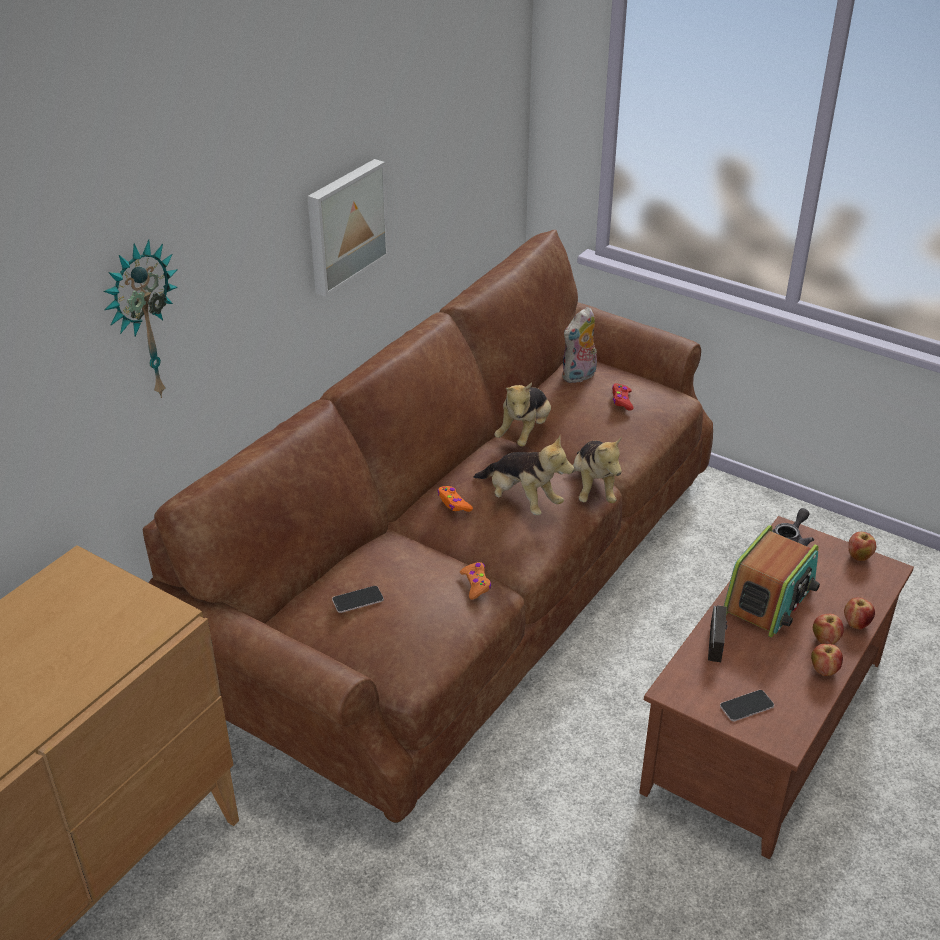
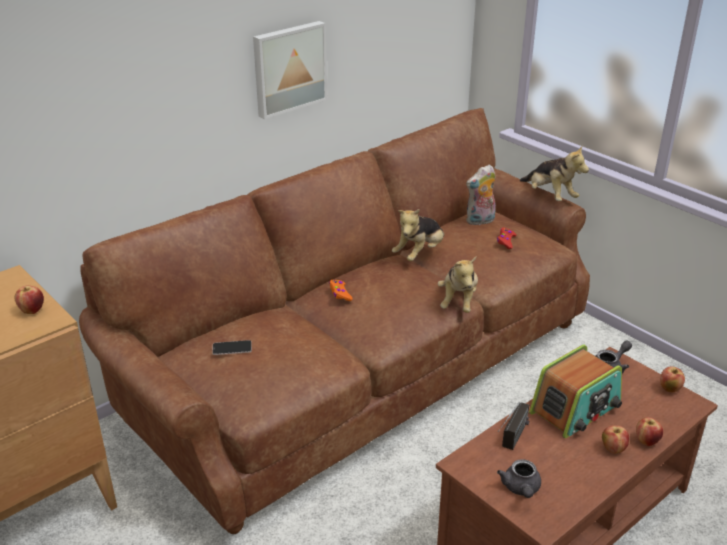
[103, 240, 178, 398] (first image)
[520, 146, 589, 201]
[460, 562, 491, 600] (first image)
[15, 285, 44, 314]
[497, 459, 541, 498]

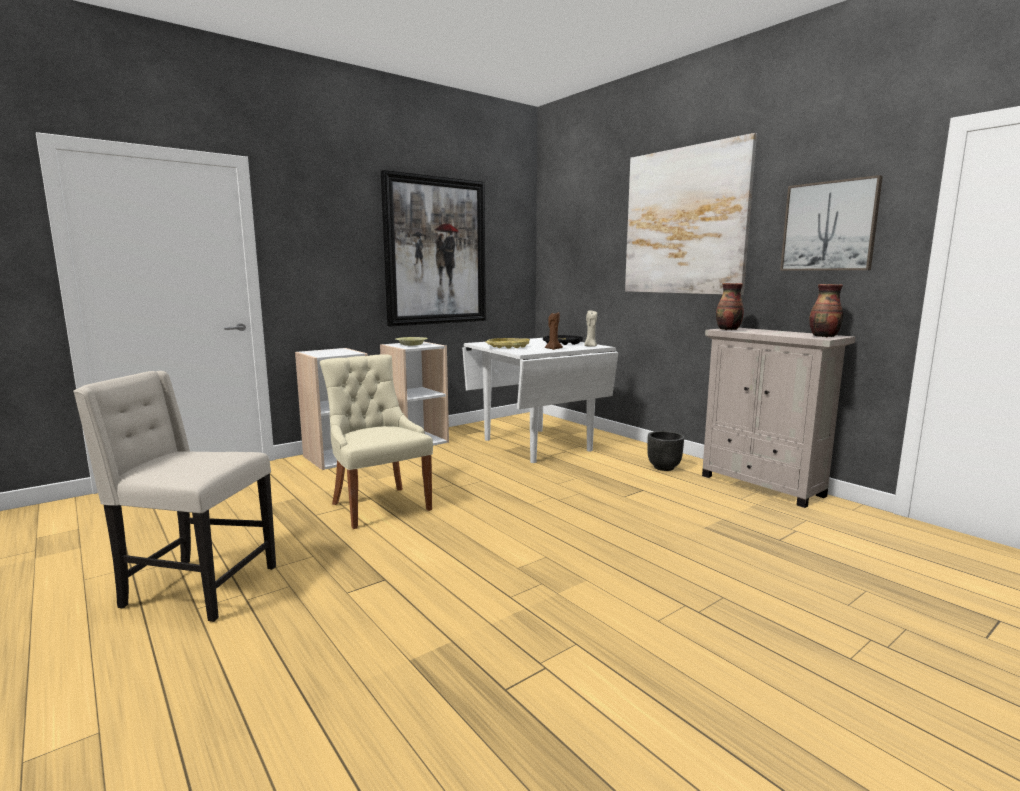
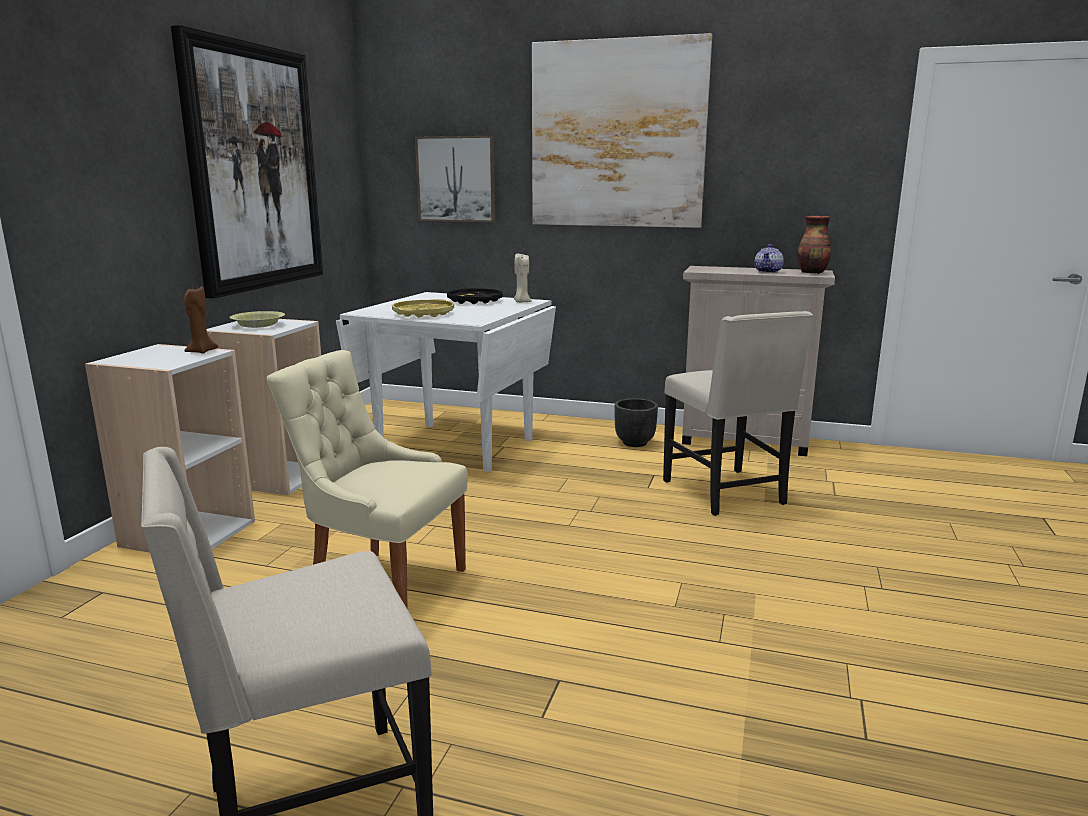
[415, 136, 495, 222]
[716, 283, 744, 330] (first image)
[184, 286, 218, 354]
[754, 244, 784, 273]
[663, 311, 813, 516]

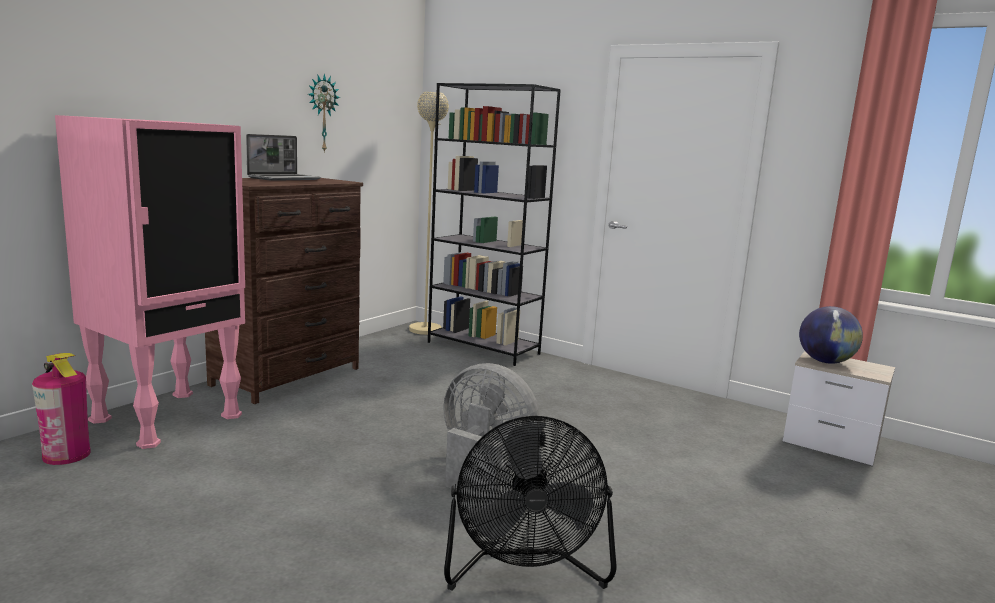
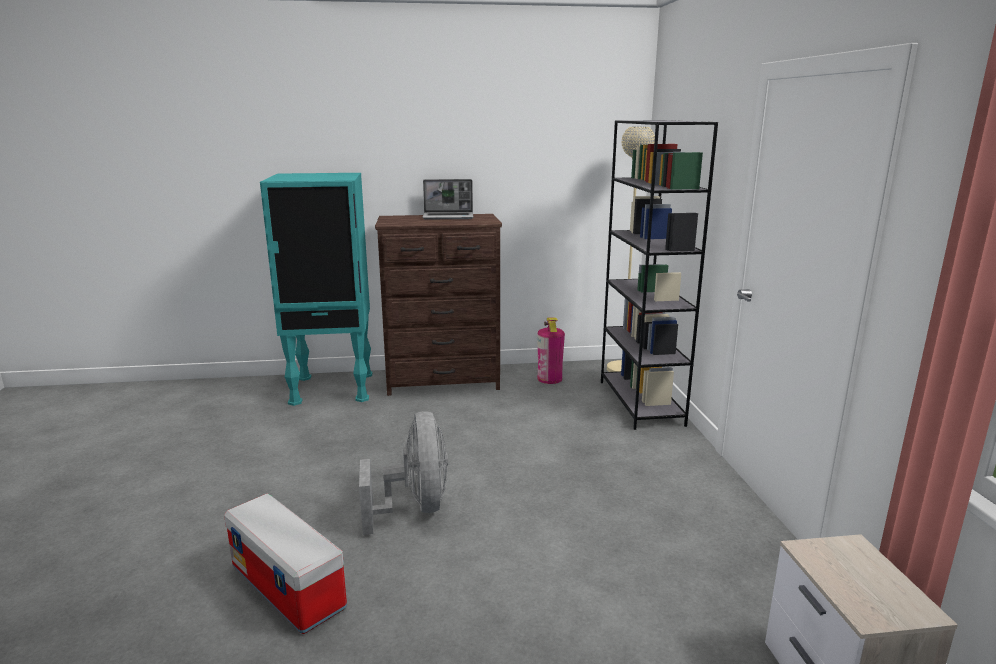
[308, 73, 340, 153] (first image)
[260, 173, 372, 406]
[799, 306, 863, 364] (first image)
[537, 317, 565, 384]
[224, 494, 347, 634]

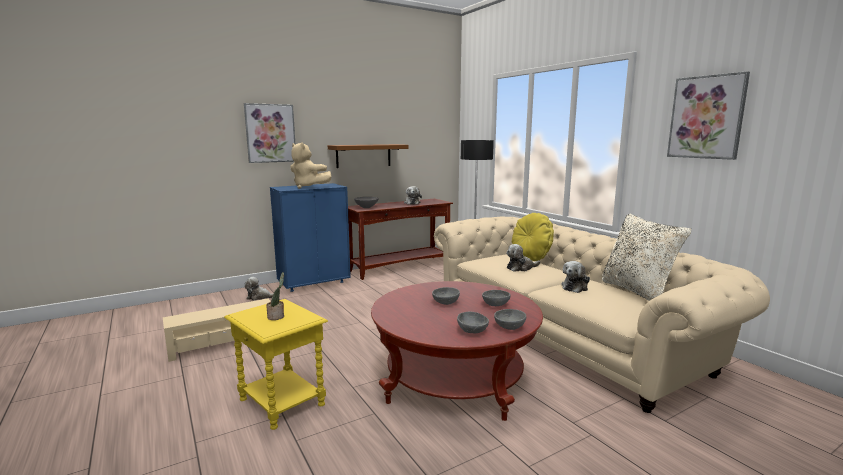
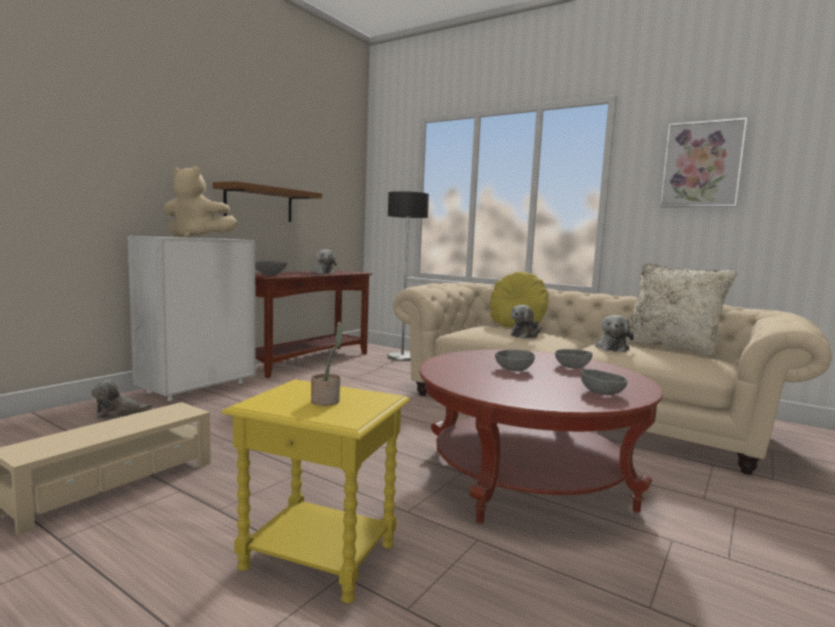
[244, 103, 295, 163] (first image)
[127, 236, 256, 401]
[494, 309, 526, 330] (first image)

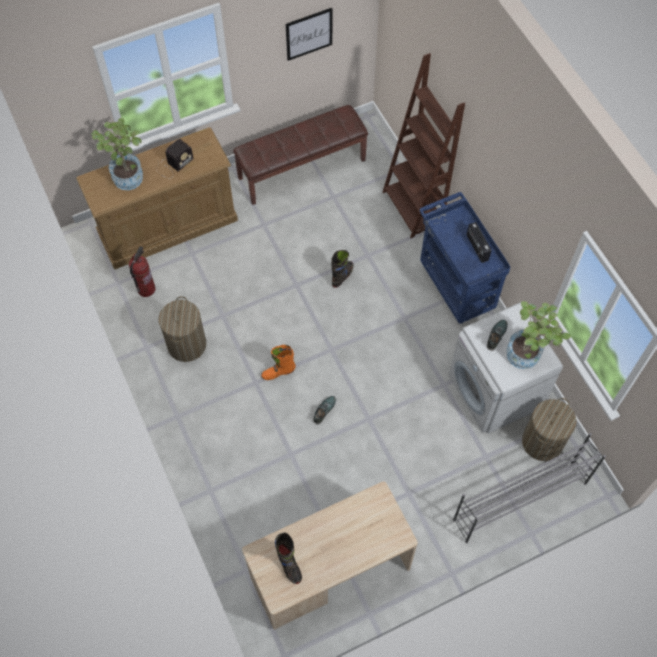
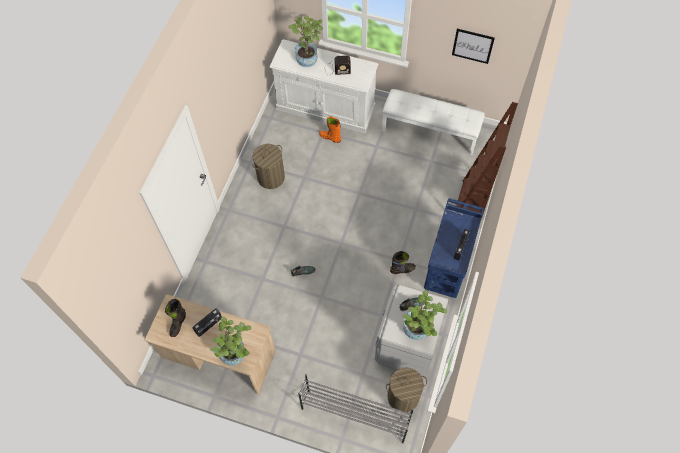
[382, 89, 485, 155]
[269, 39, 378, 133]
[129, 246, 155, 297] (first image)
[390, 251, 416, 274]
[319, 116, 341, 143]
[193, 308, 222, 337]
[210, 317, 252, 366]

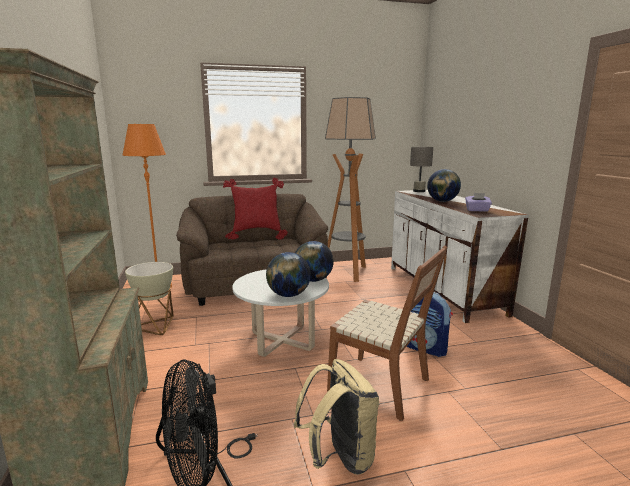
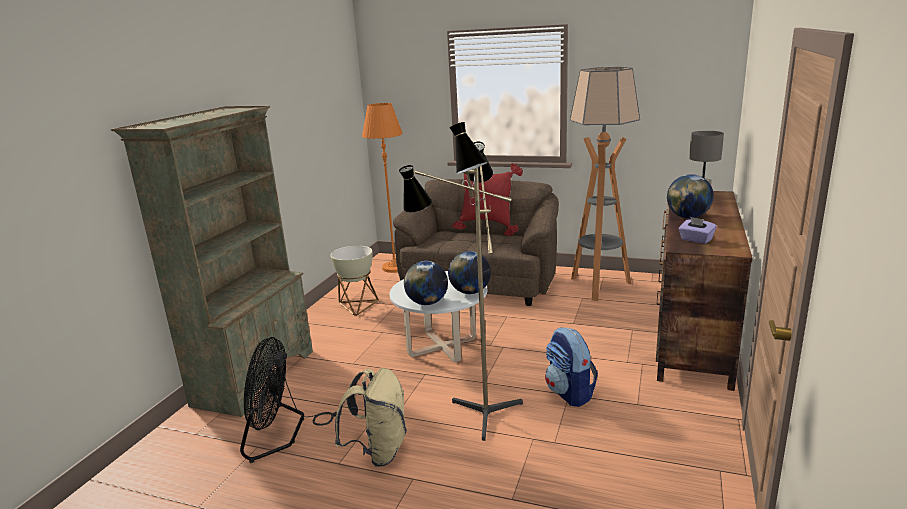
[656, 191, 753, 391]
[399, 122, 523, 441]

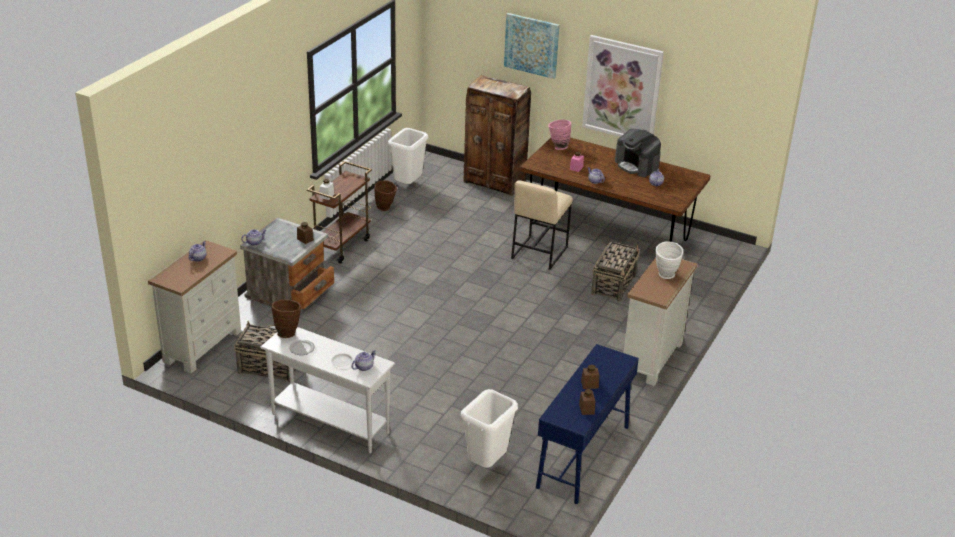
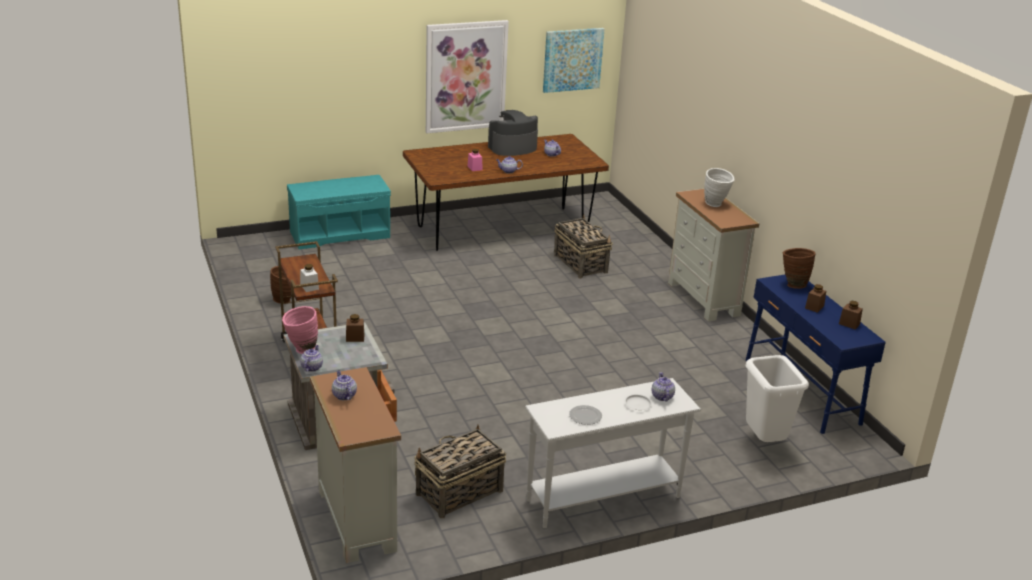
[543, 28, 604, 93]
[287, 175, 391, 250]
[282, 306, 318, 354]
[388, 128, 428, 184] (first image)
[488, 110, 538, 156]
[511, 180, 573, 270] (first image)
[783, 248, 816, 289]

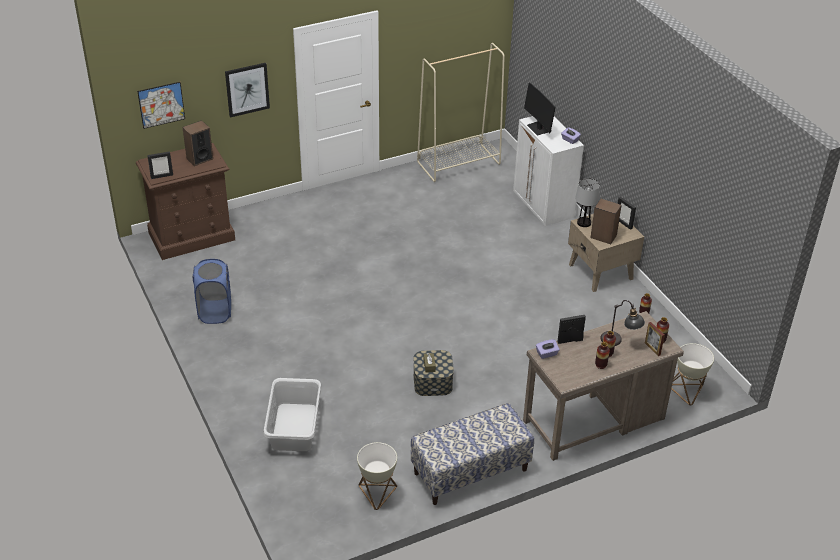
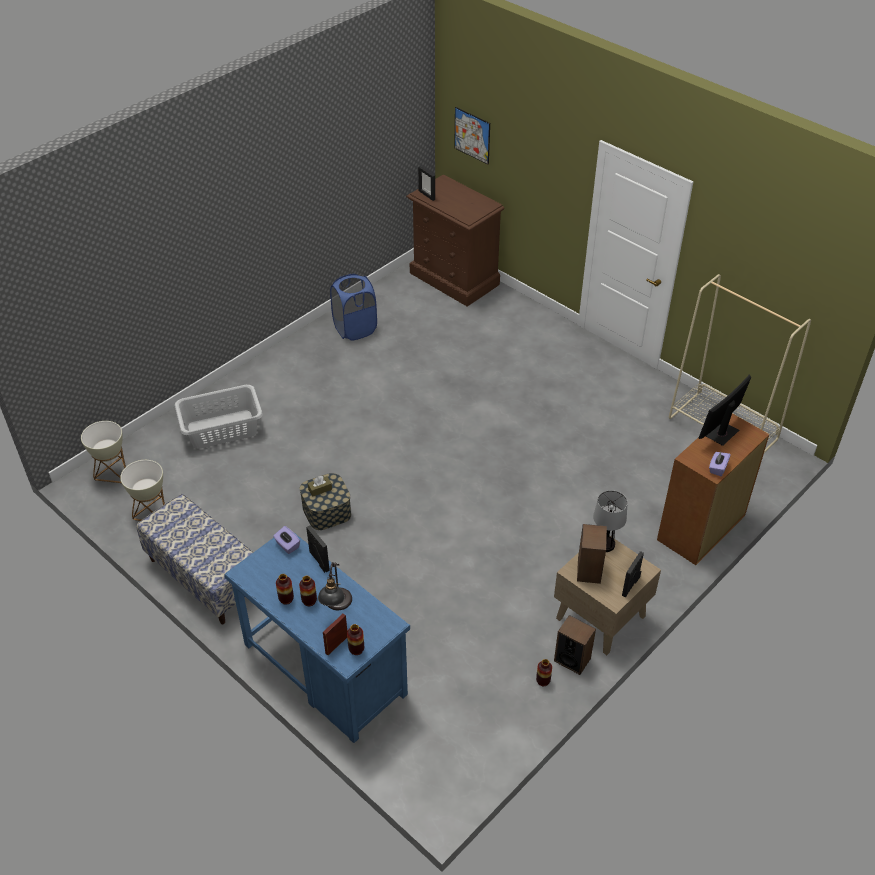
[225, 63, 270, 118] (first image)
[657, 414, 770, 565]
[554, 615, 596, 675]
[225, 531, 410, 743]
[81, 421, 126, 483]

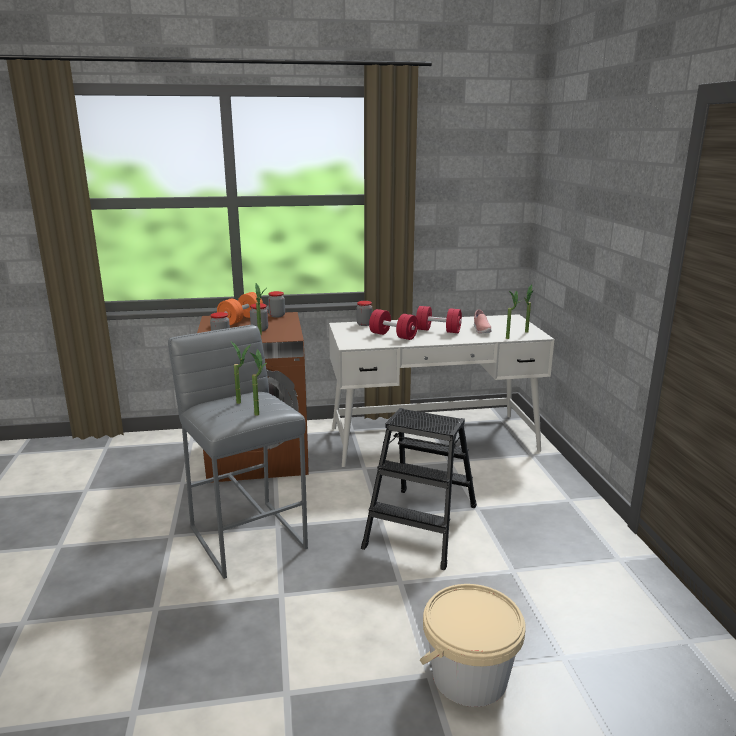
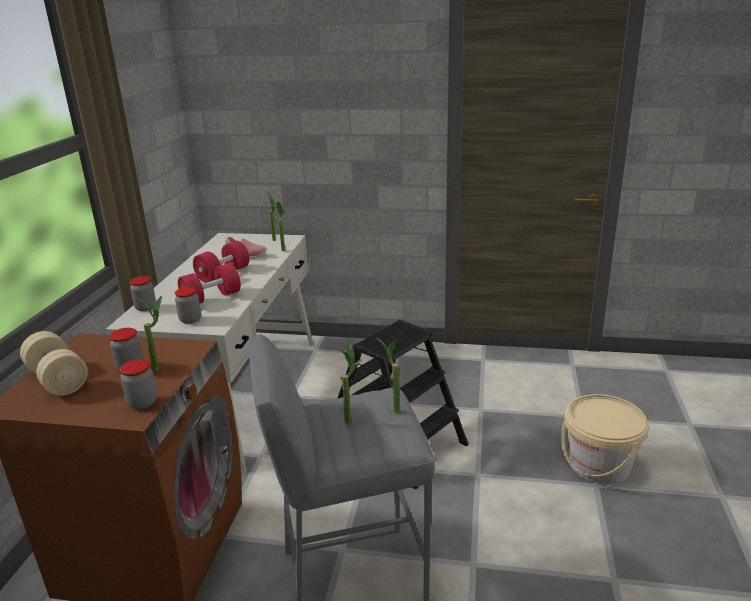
[175, 287, 201, 324]
[20, 331, 88, 396]

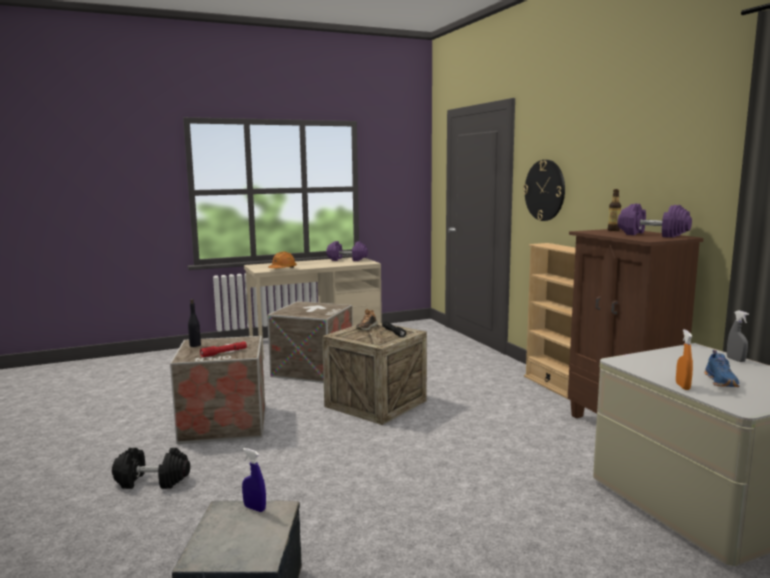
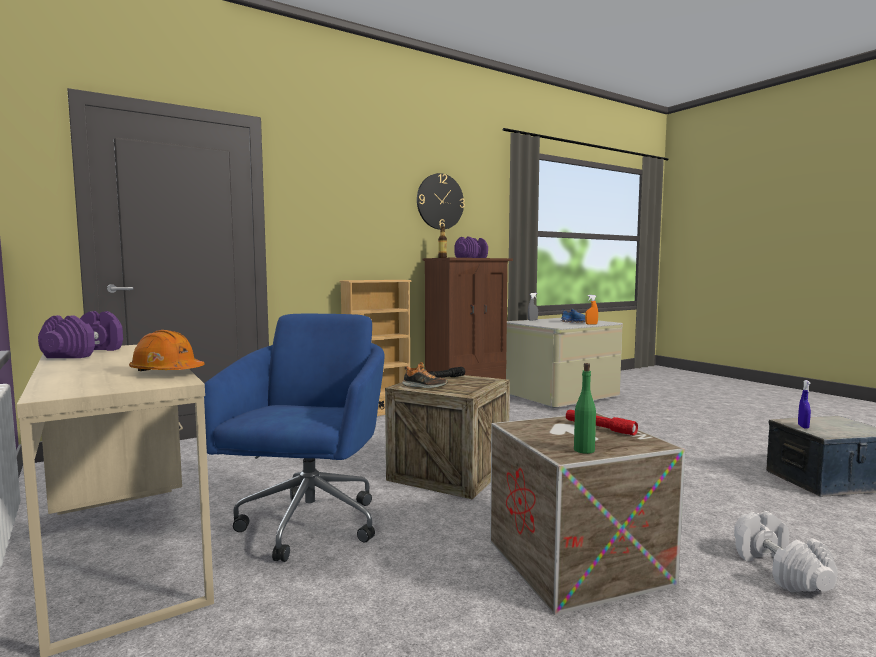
[417, 173, 465, 230]
[574, 363, 596, 454]
[204, 314, 384, 562]
[734, 511, 838, 592]

